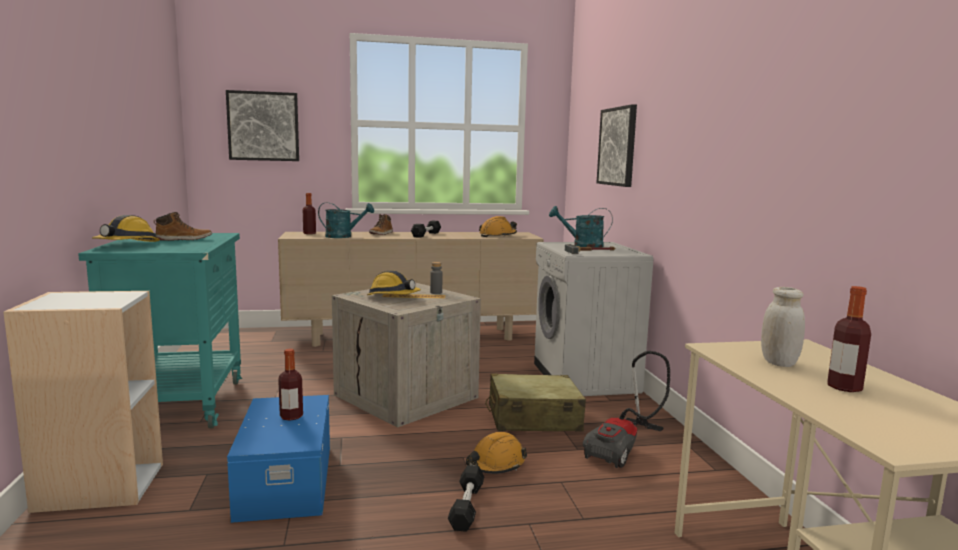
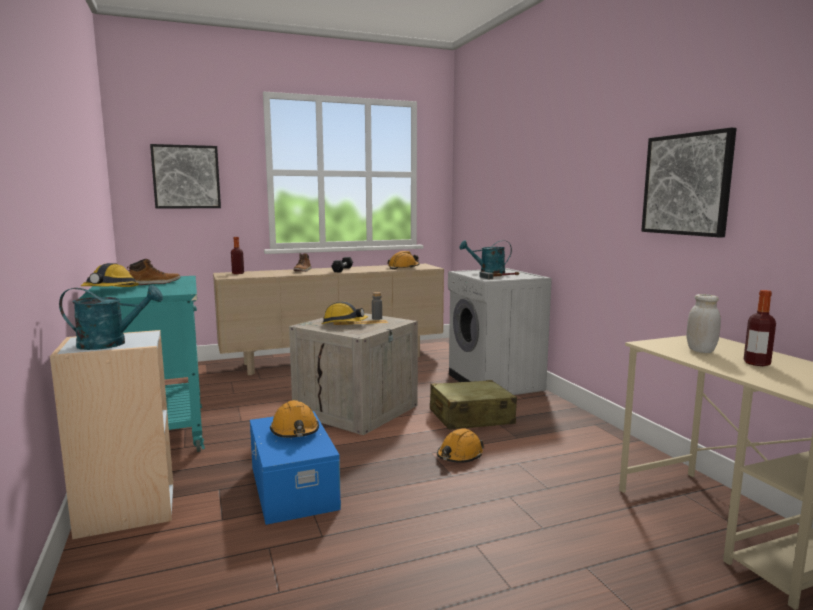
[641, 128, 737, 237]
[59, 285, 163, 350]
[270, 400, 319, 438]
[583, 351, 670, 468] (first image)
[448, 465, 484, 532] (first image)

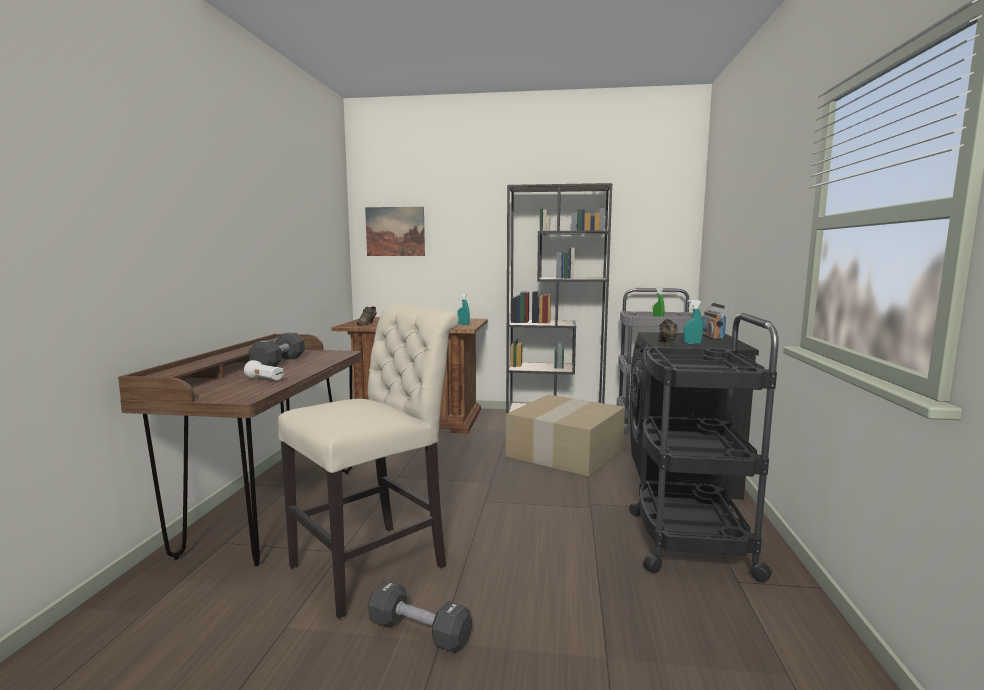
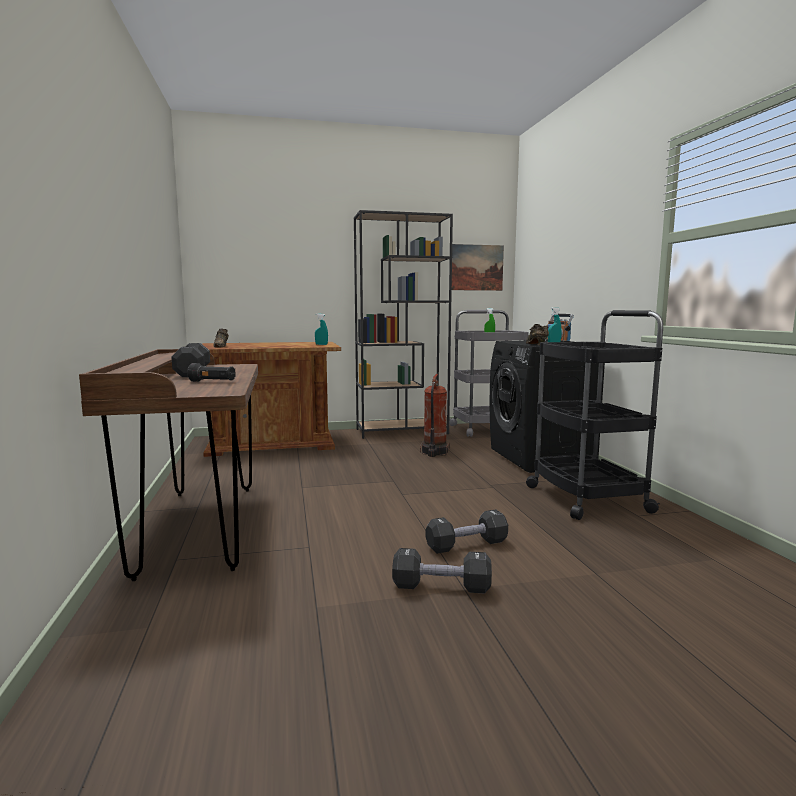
[452, 244, 504, 291]
[278, 303, 459, 619] (first image)
[187, 363, 236, 382]
[420, 374, 450, 457]
[426, 509, 508, 554]

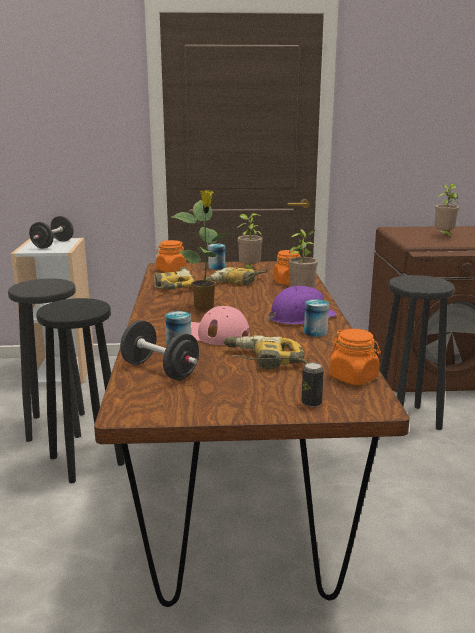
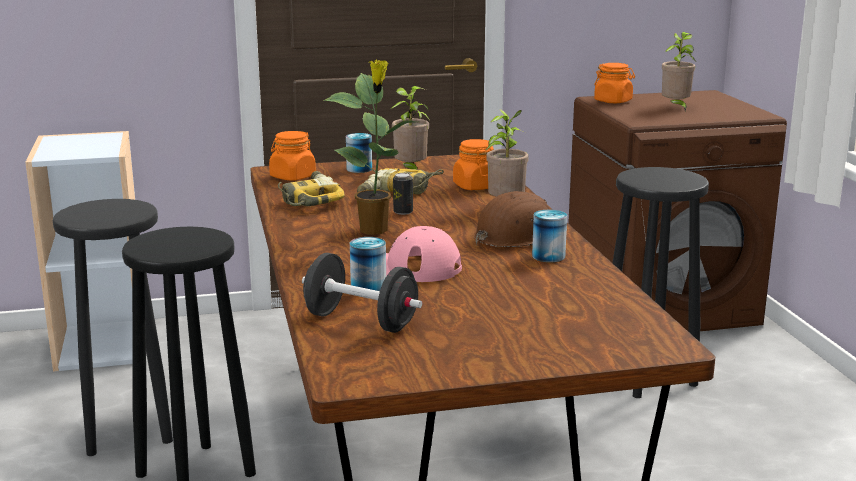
[29, 216, 74, 249] (first image)
[474, 191, 550, 247]
[594, 63, 635, 103]
[223, 335, 307, 369] (first image)
[393, 173, 413, 215]

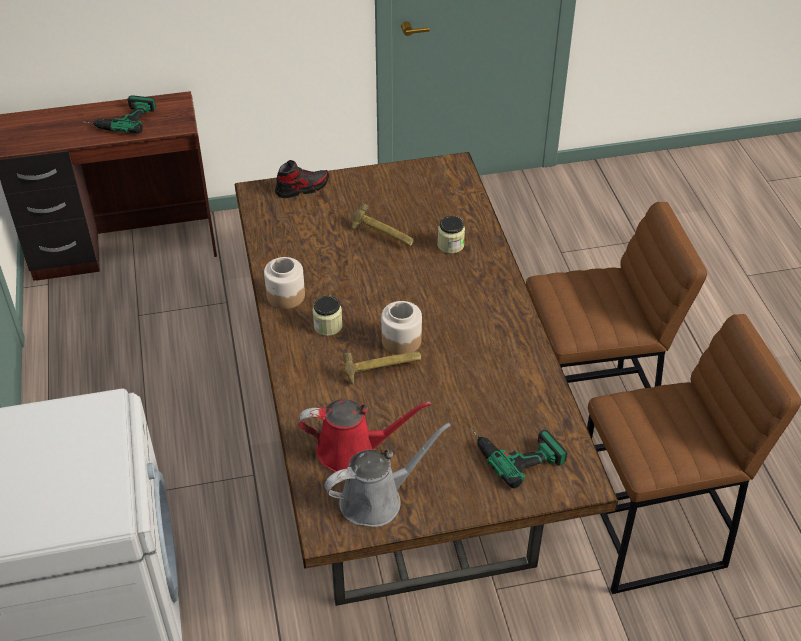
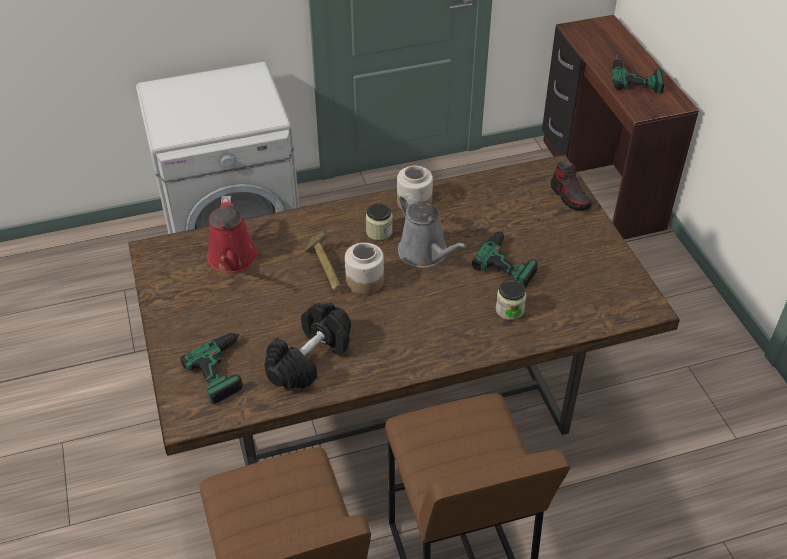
[472, 225, 538, 288]
[398, 193, 466, 268]
[264, 303, 351, 389]

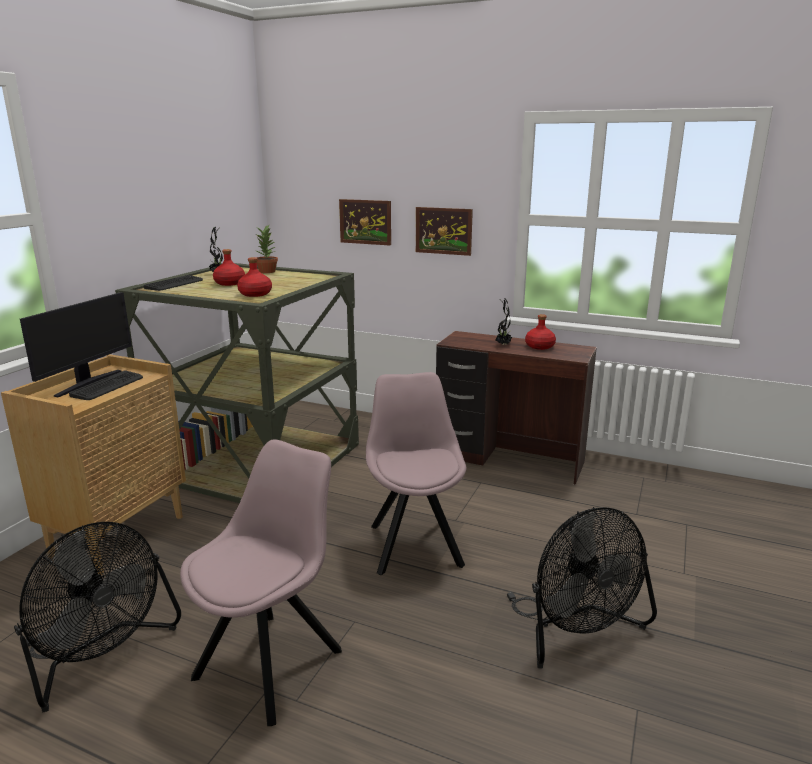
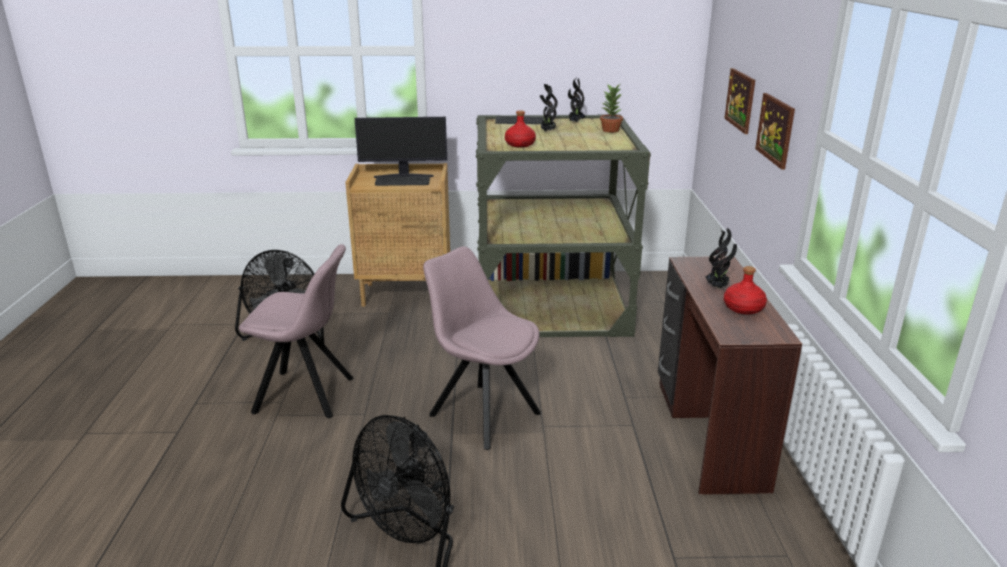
[540, 84, 558, 131]
[423, 246, 541, 450]

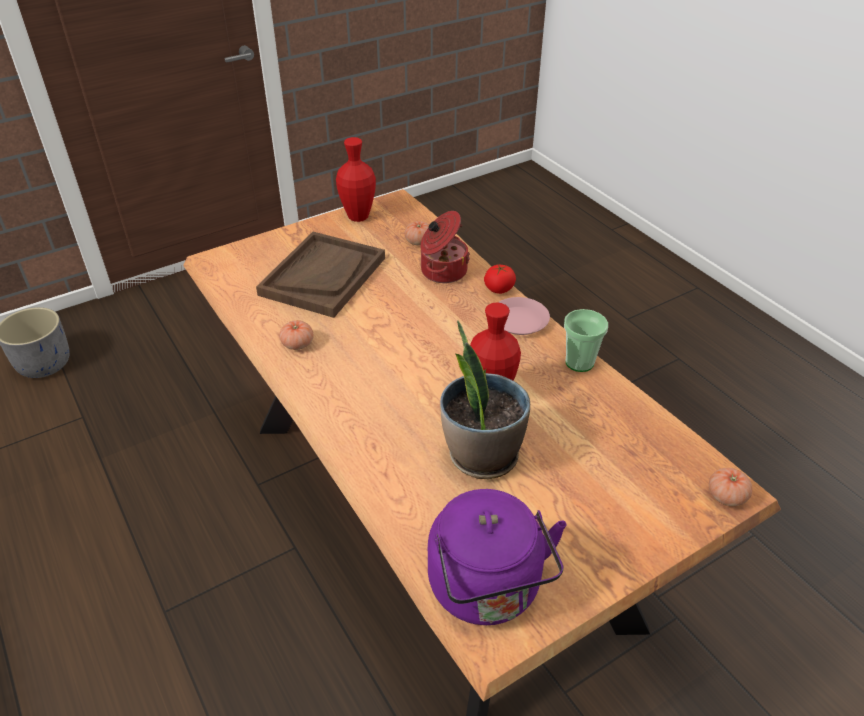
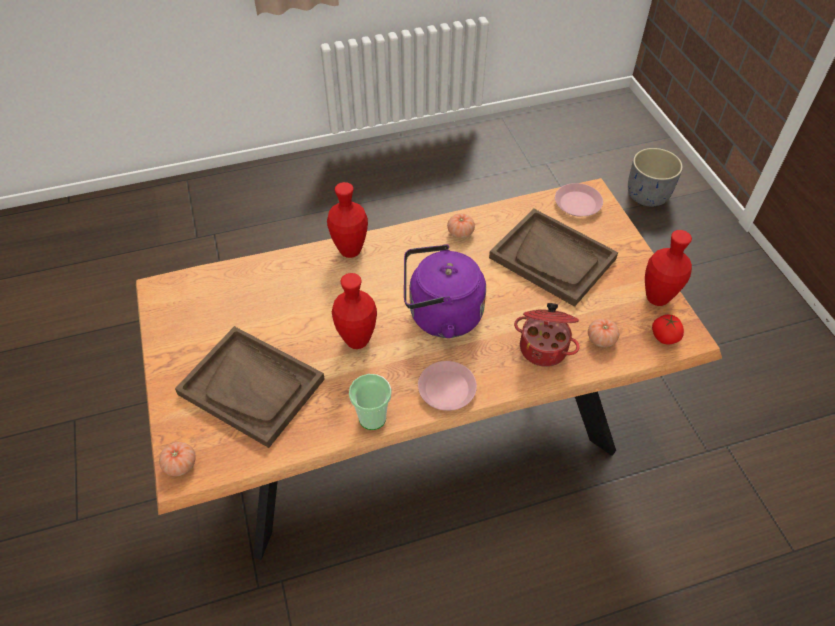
[652, 315, 684, 344]
[440, 321, 530, 479] (first image)
[404, 244, 486, 338]
[327, 182, 368, 258]
[555, 183, 603, 217]
[175, 326, 325, 448]

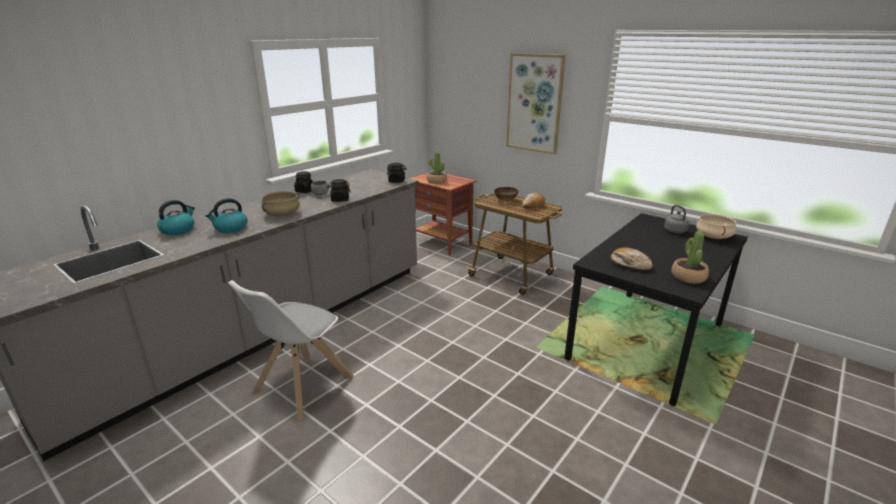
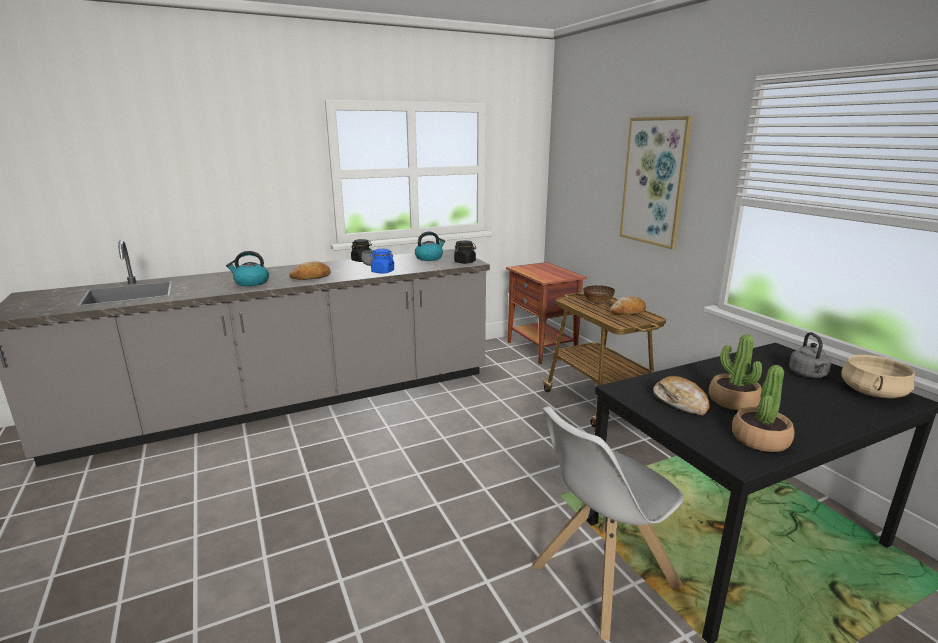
[709, 334, 762, 410]
[370, 249, 395, 274]
[289, 261, 331, 280]
[415, 231, 445, 261]
[531, 406, 684, 640]

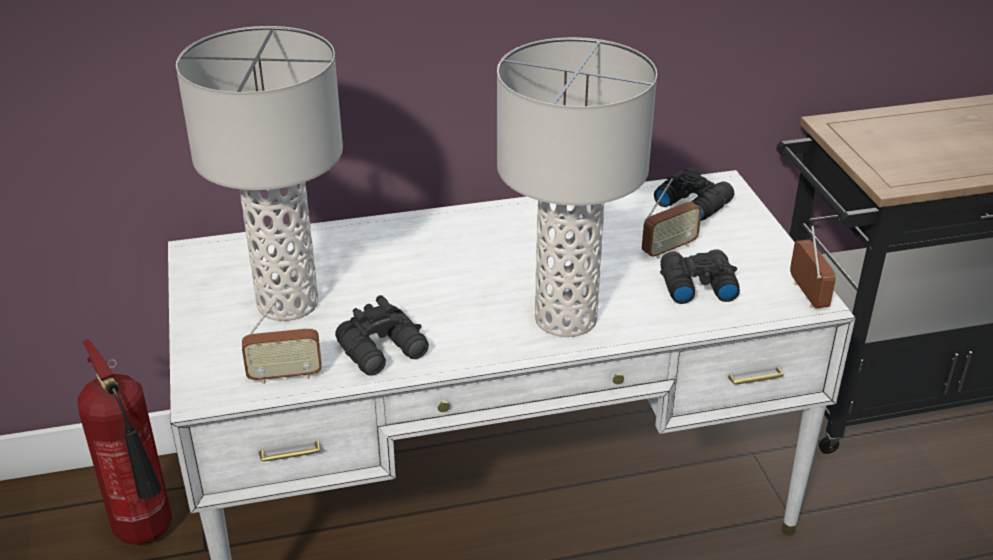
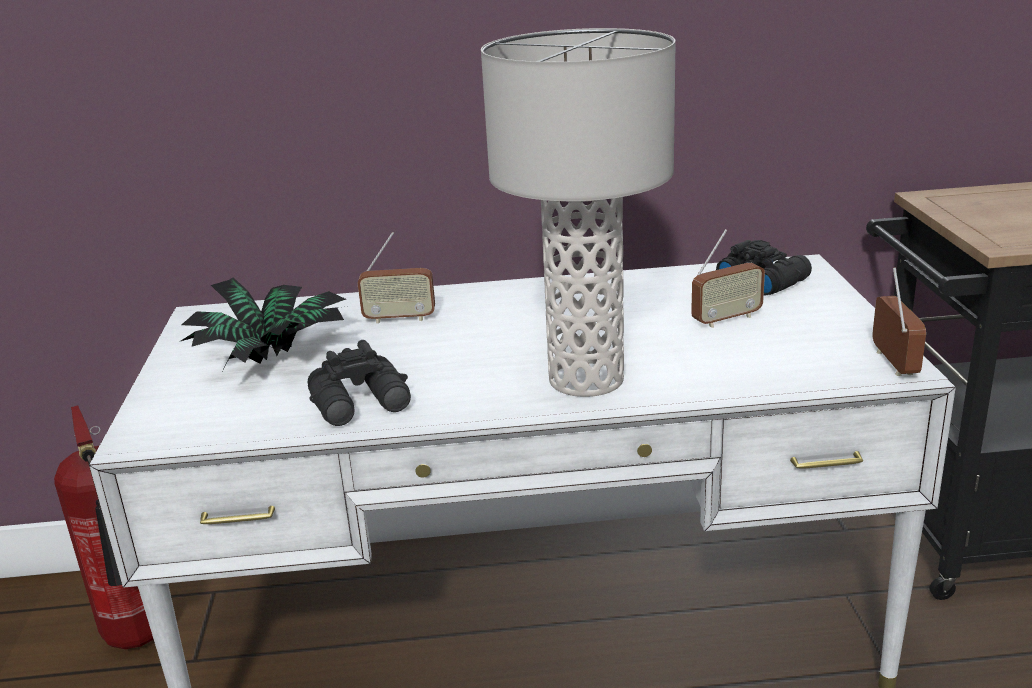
[181, 277, 349, 366]
[660, 250, 740, 304] (first image)
[357, 232, 435, 324]

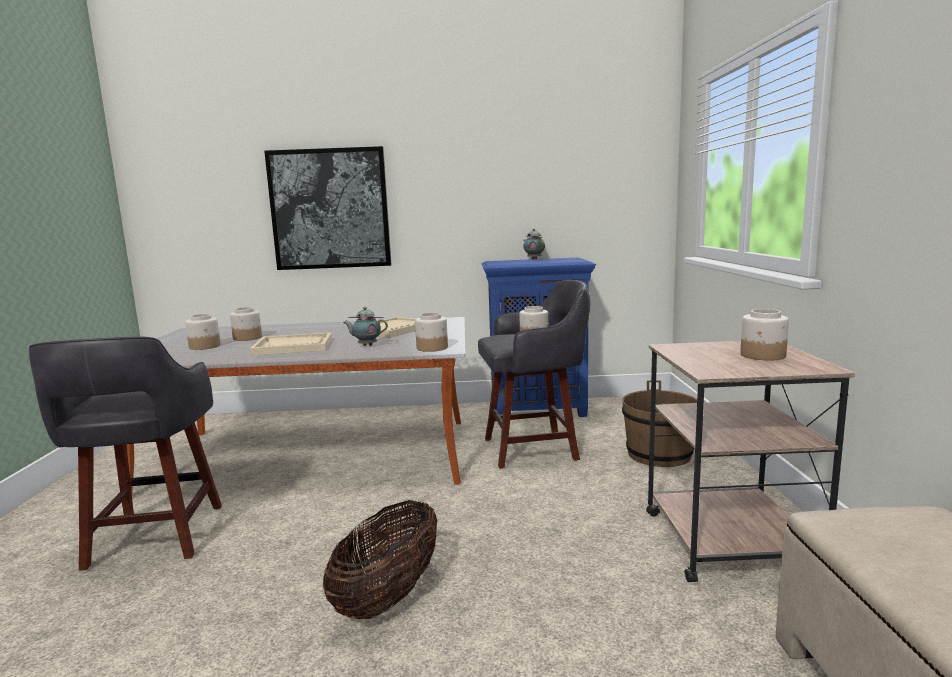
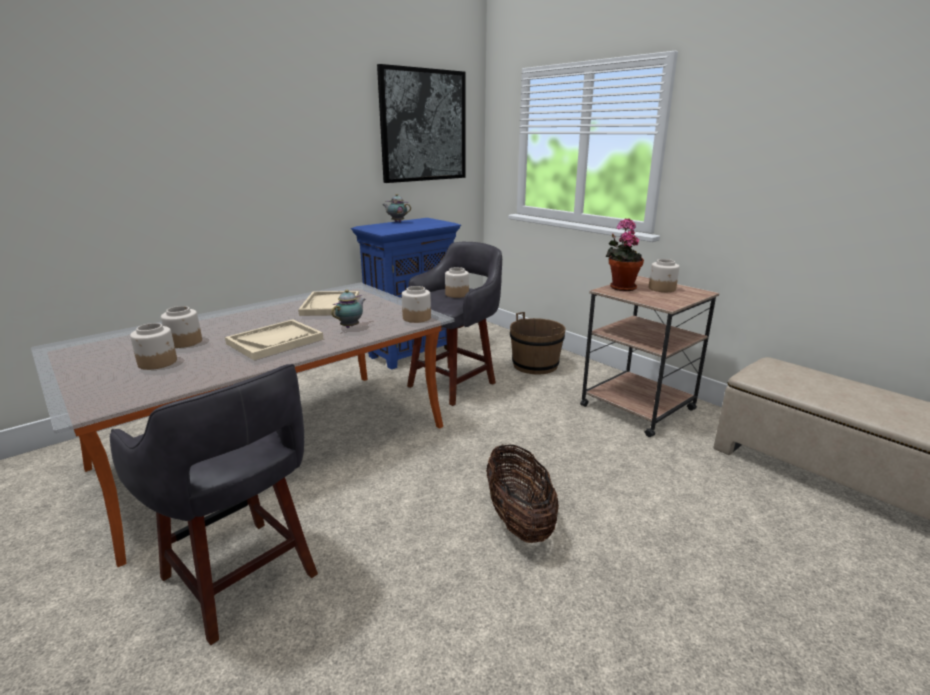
[377, 64, 466, 183]
[331, 290, 365, 328]
[606, 218, 644, 291]

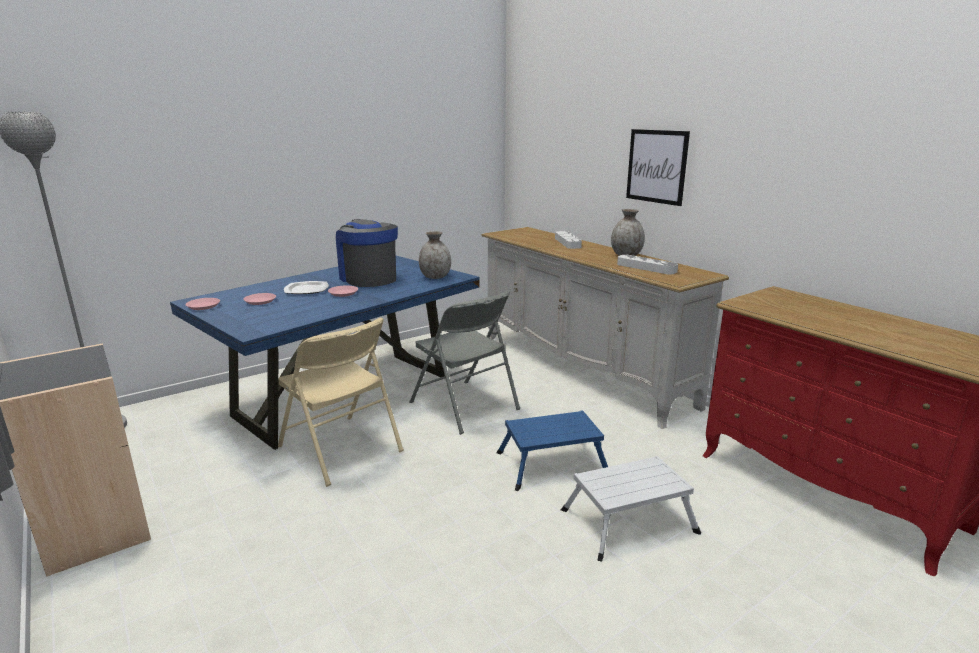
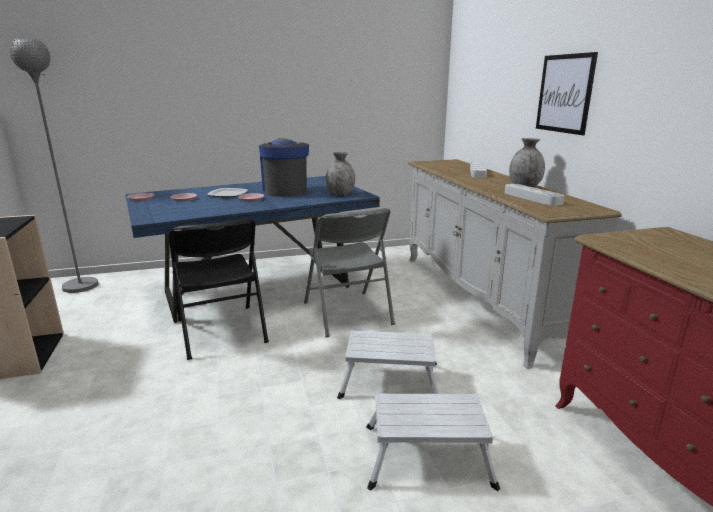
[169, 219, 269, 360]
[337, 330, 438, 399]

